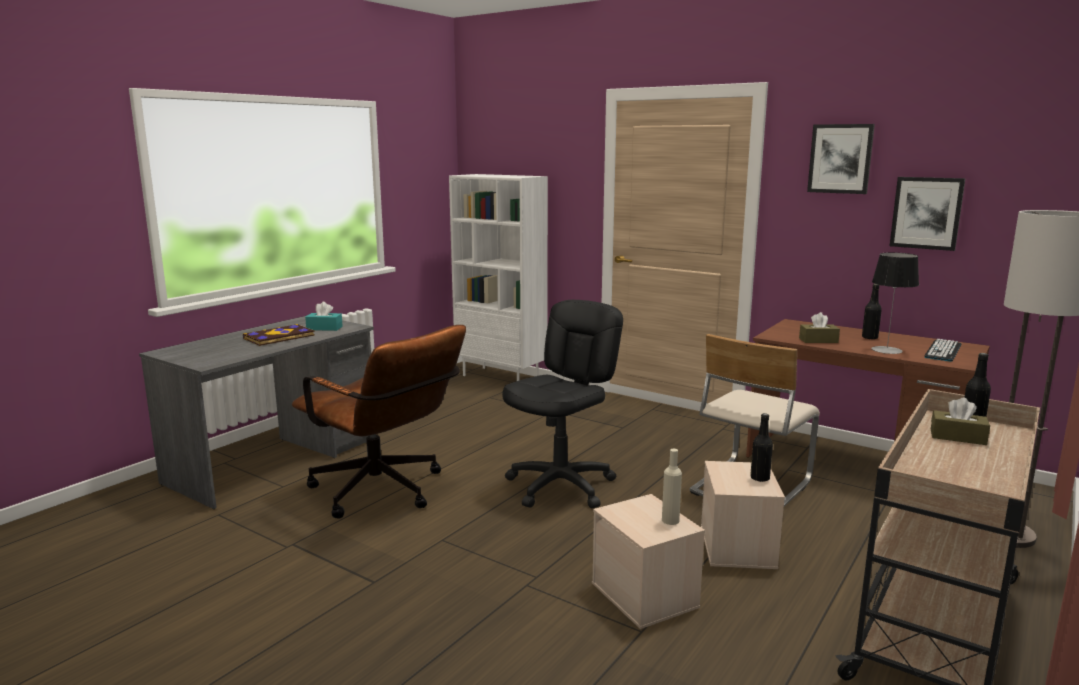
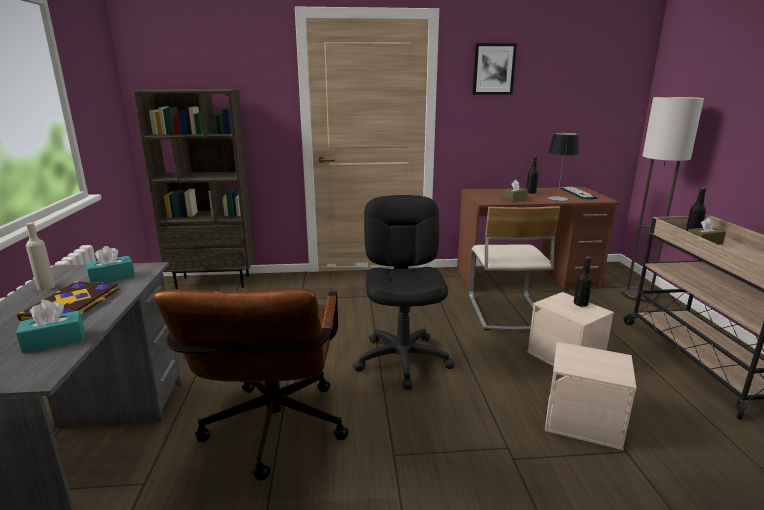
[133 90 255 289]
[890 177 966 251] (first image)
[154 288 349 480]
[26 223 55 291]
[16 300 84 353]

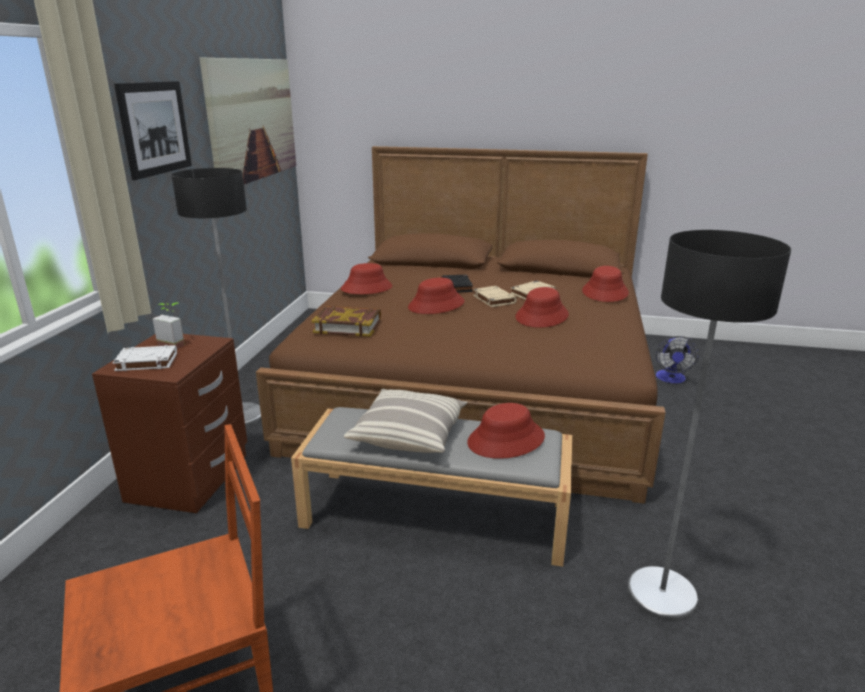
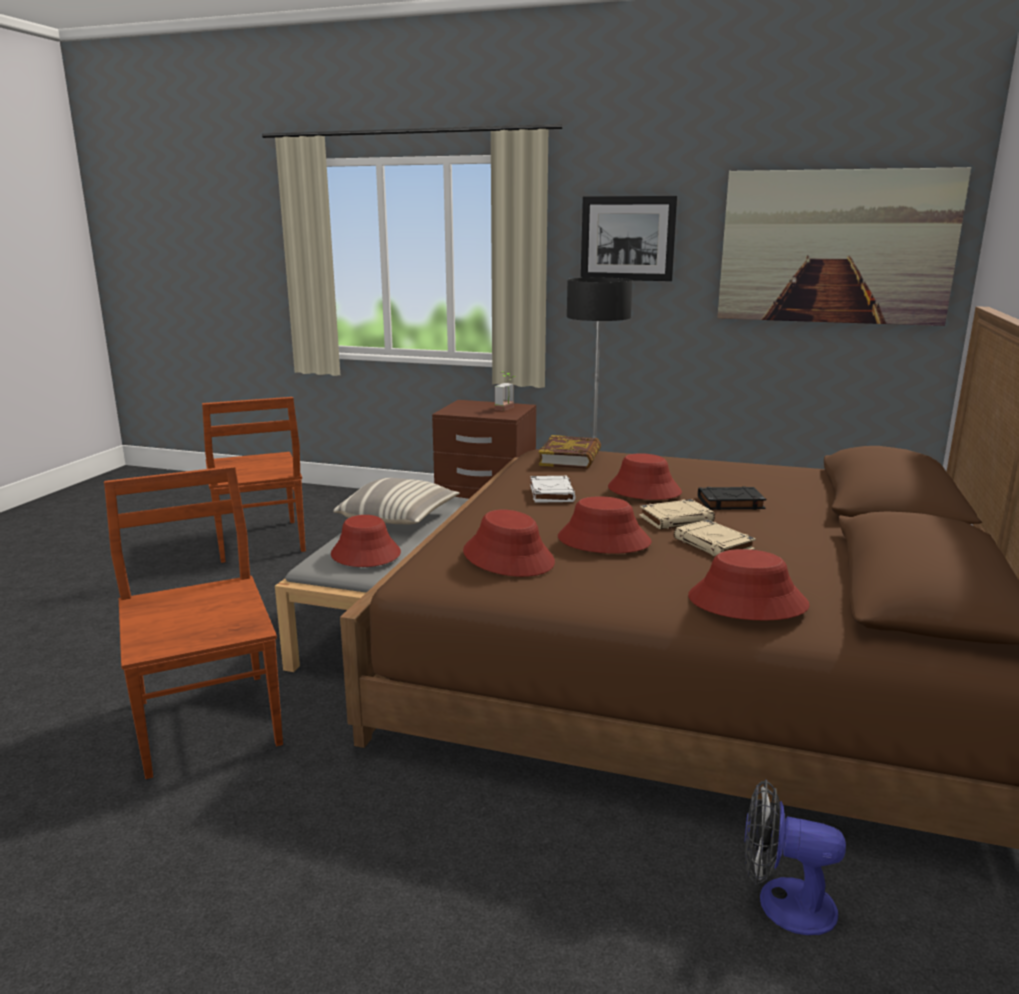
[104 466 283 779]
[463 510 555 577]
[530 476 576 503]

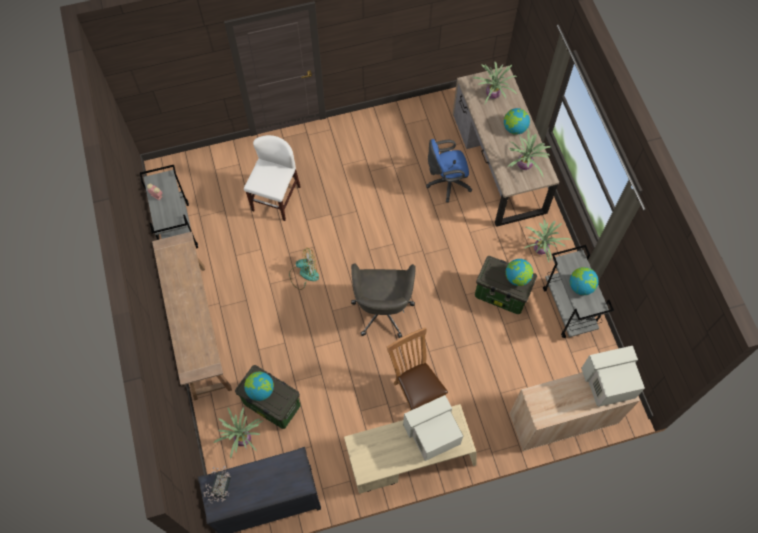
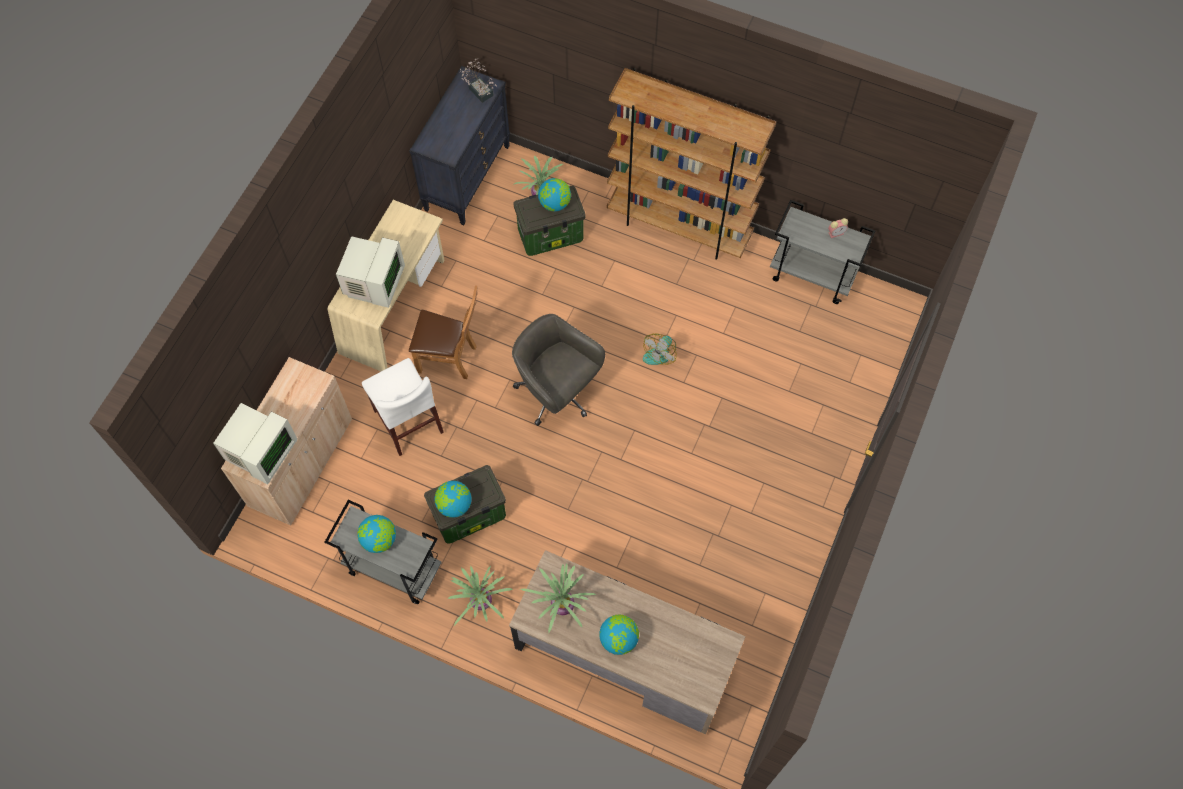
[472 62 517 104] (first image)
[362 358 444 456]
[426 139 472 202] (first image)
[607 68 777 260]

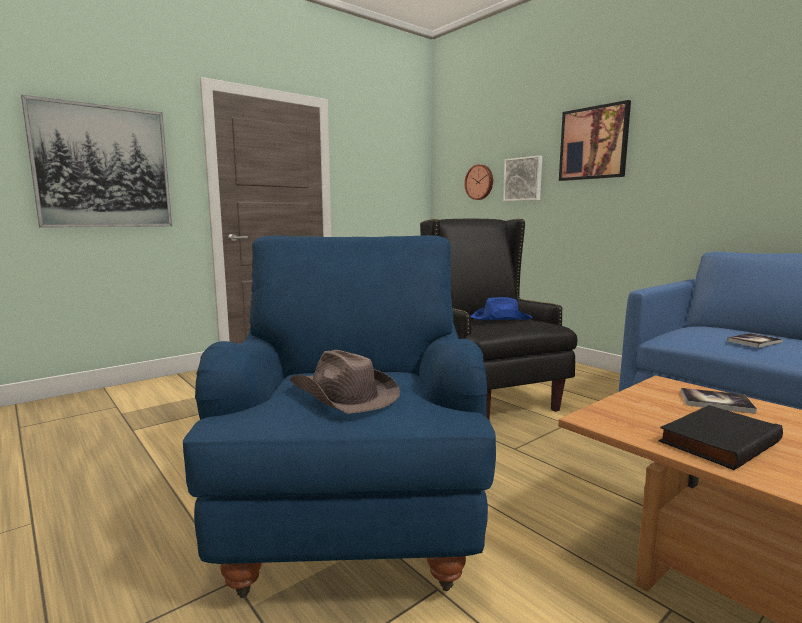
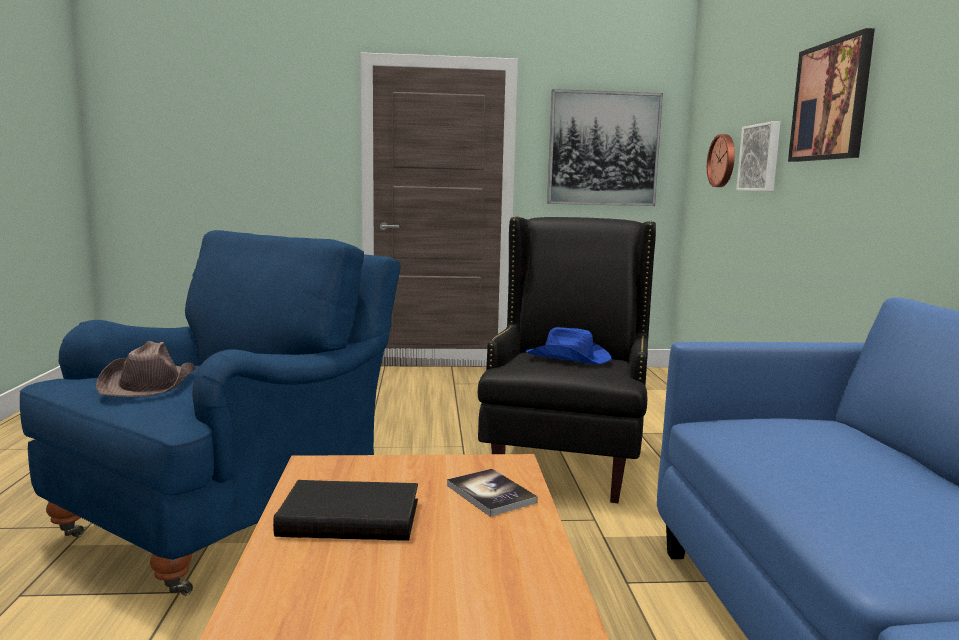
[547 89 663 206]
[727 333 783 348] (first image)

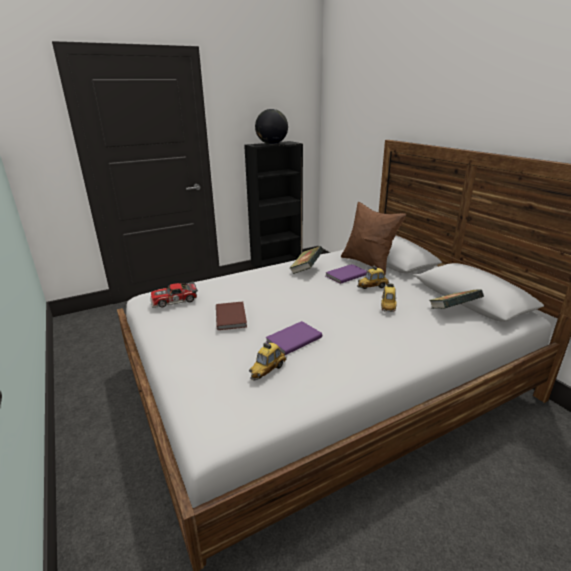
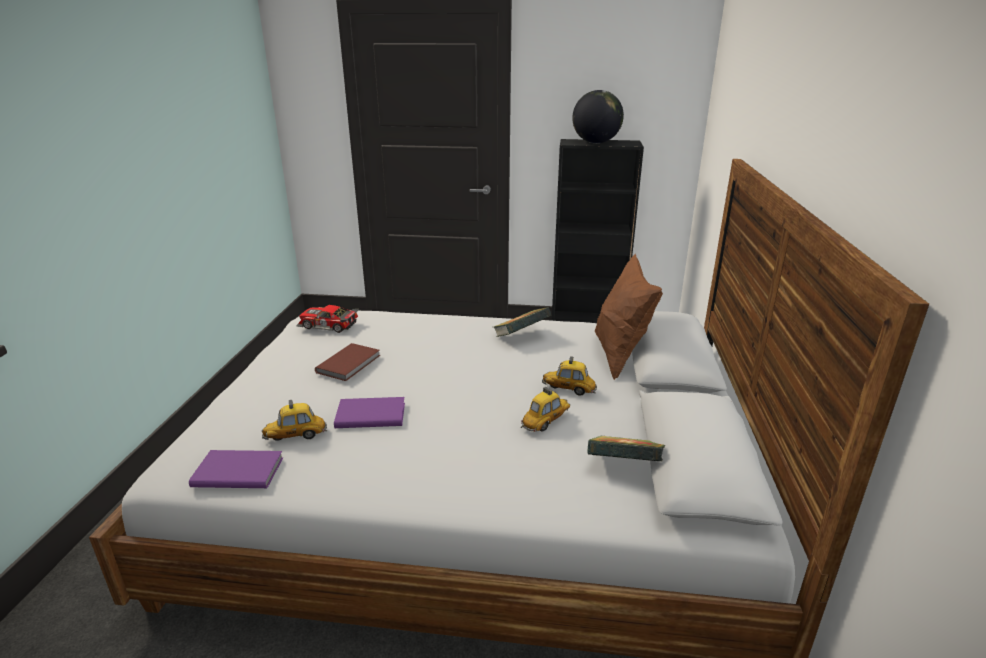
[189 450 283 488]

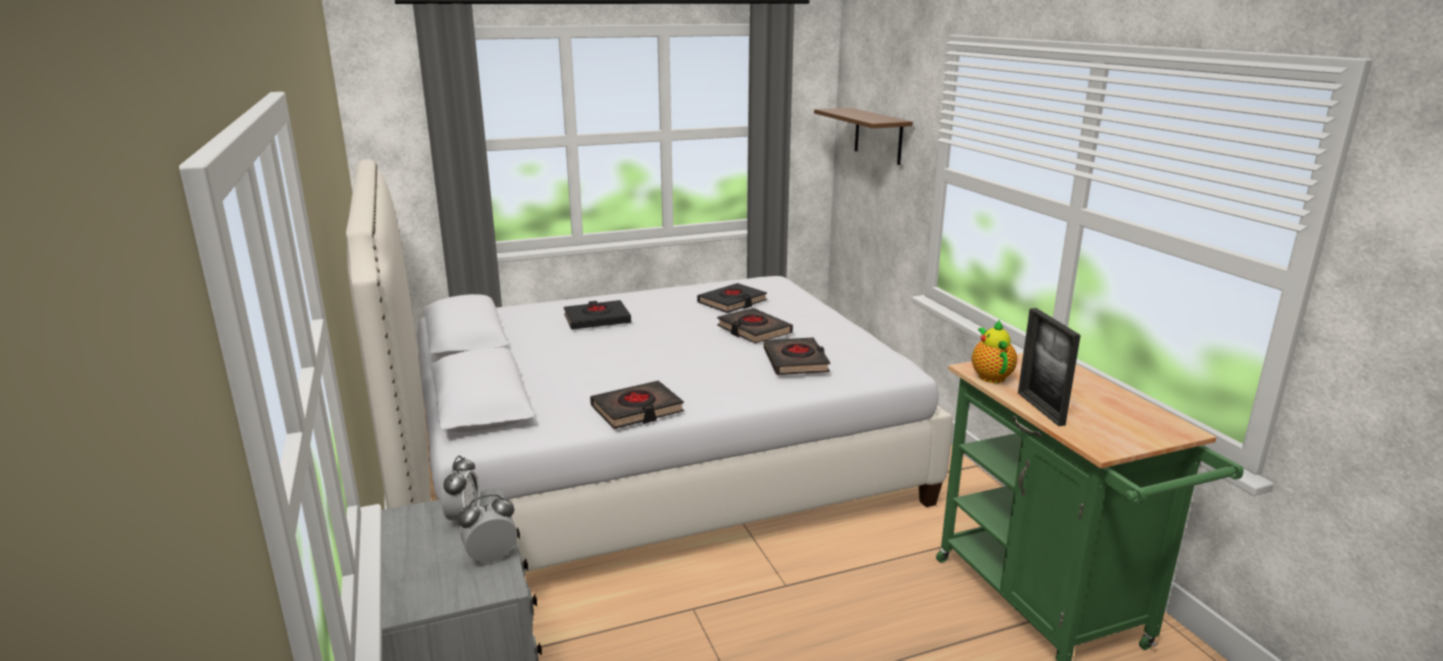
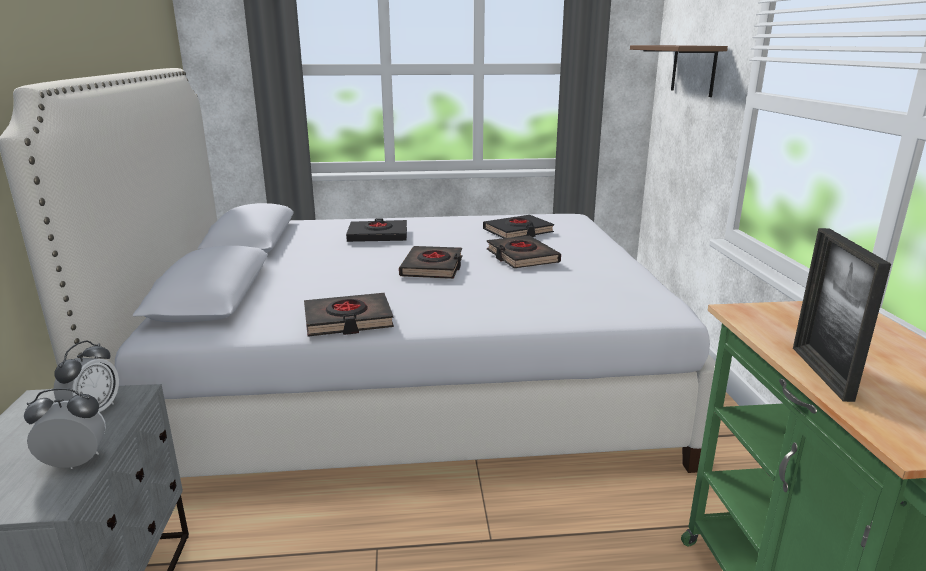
[972 320 1017 383] (first image)
[399 246 463 279]

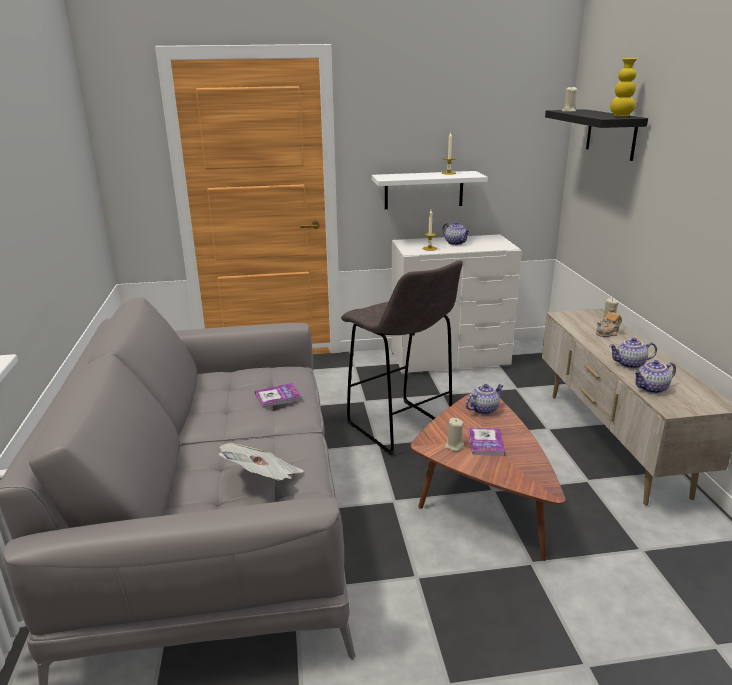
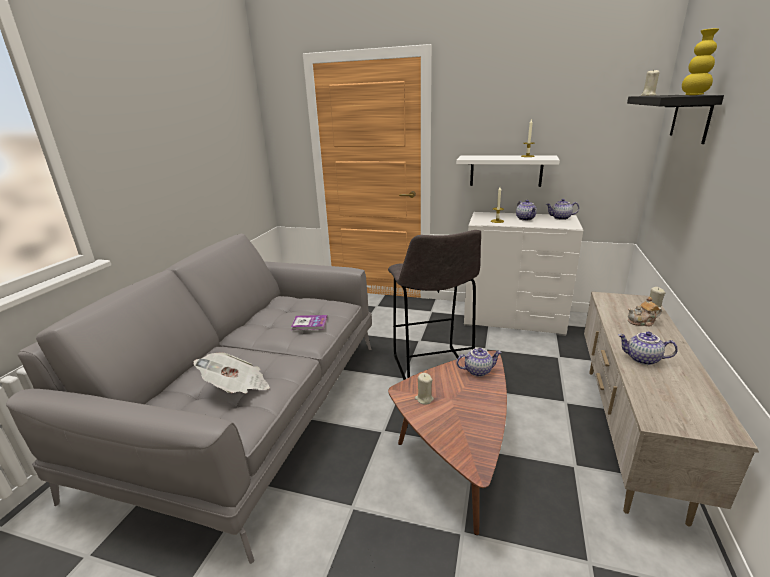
[546 199 579 220]
[468 428 505 456] (first image)

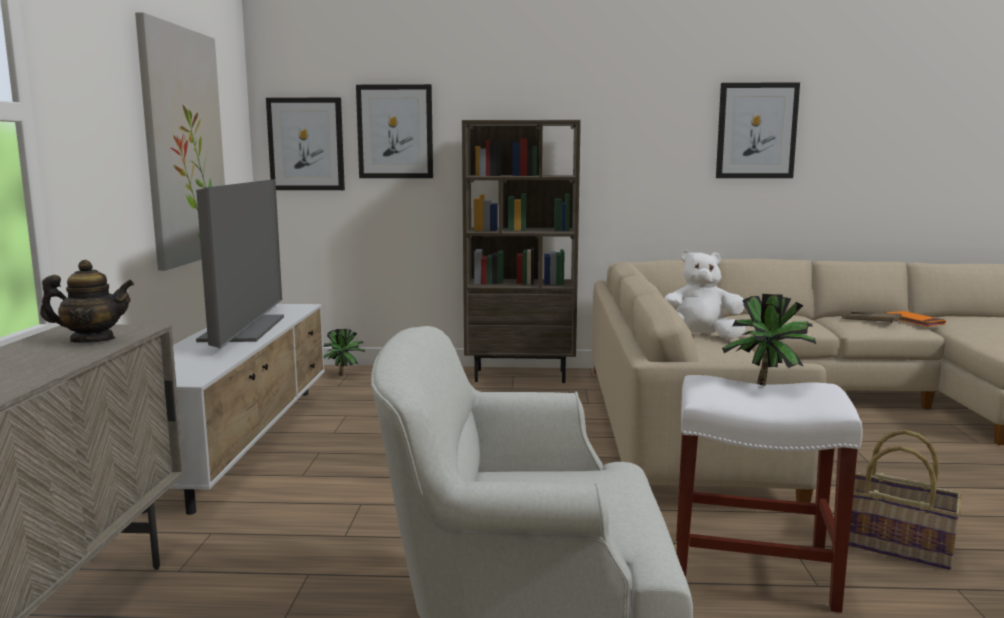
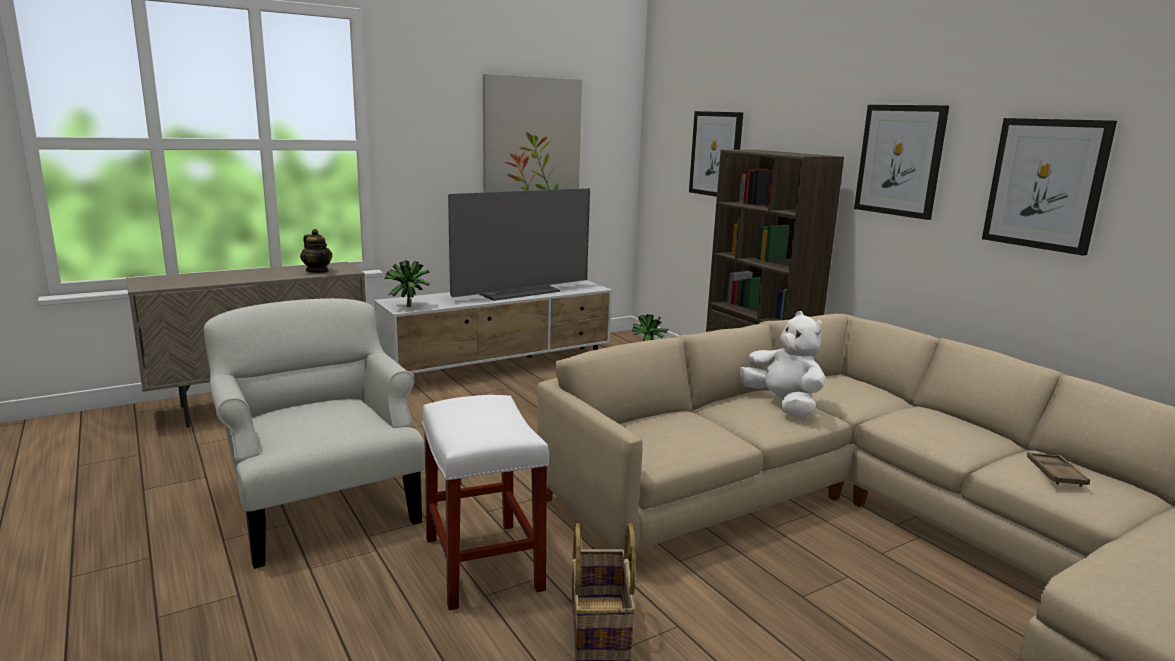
[854 105 949 220]
[384 260 431 307]
[886 311 946 327] (first image)

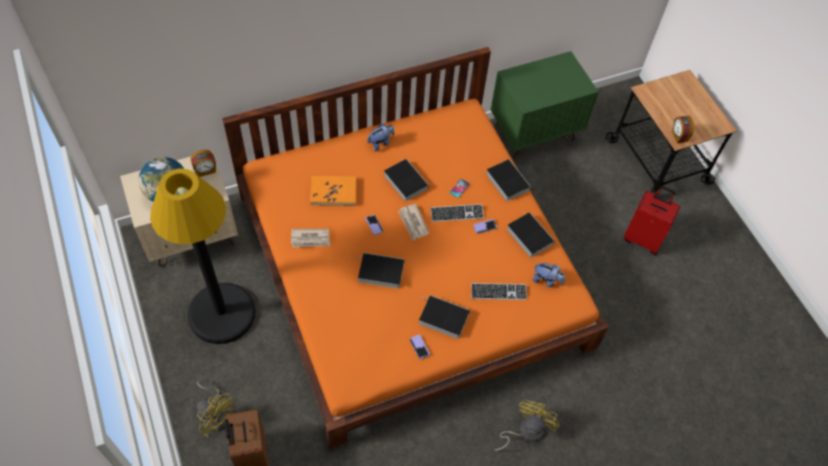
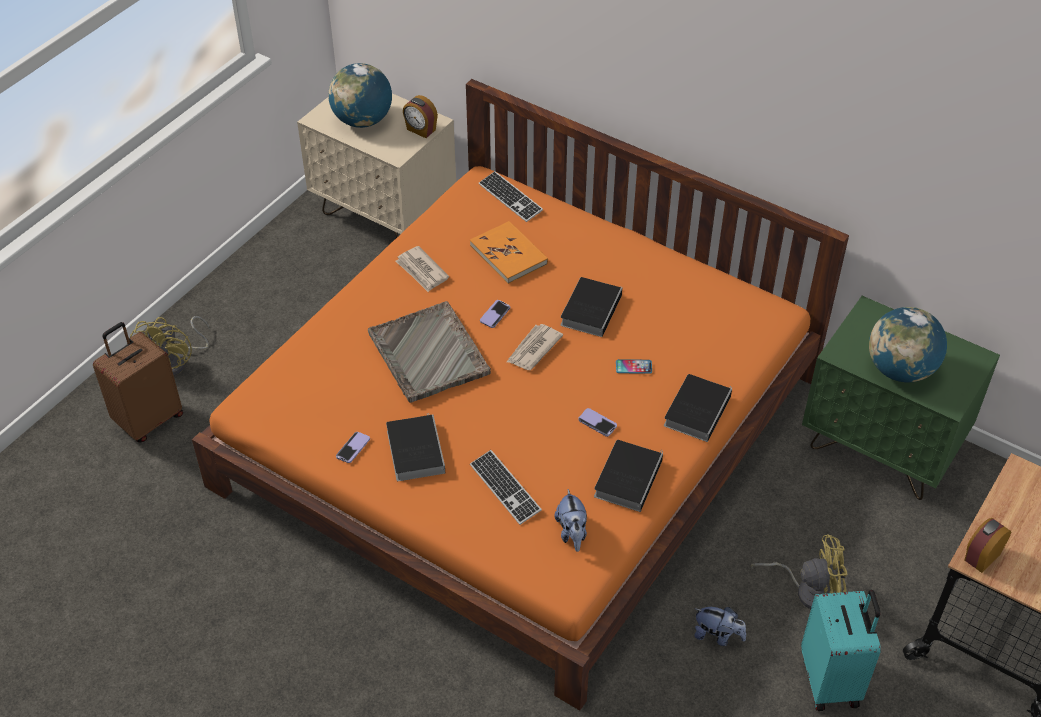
[694 607 746 646]
[150 169 255 344] (first image)
[801 590 881 711]
[479 171 543 222]
[368 301 491 403]
[751 534 848 609]
[869 307 947 383]

